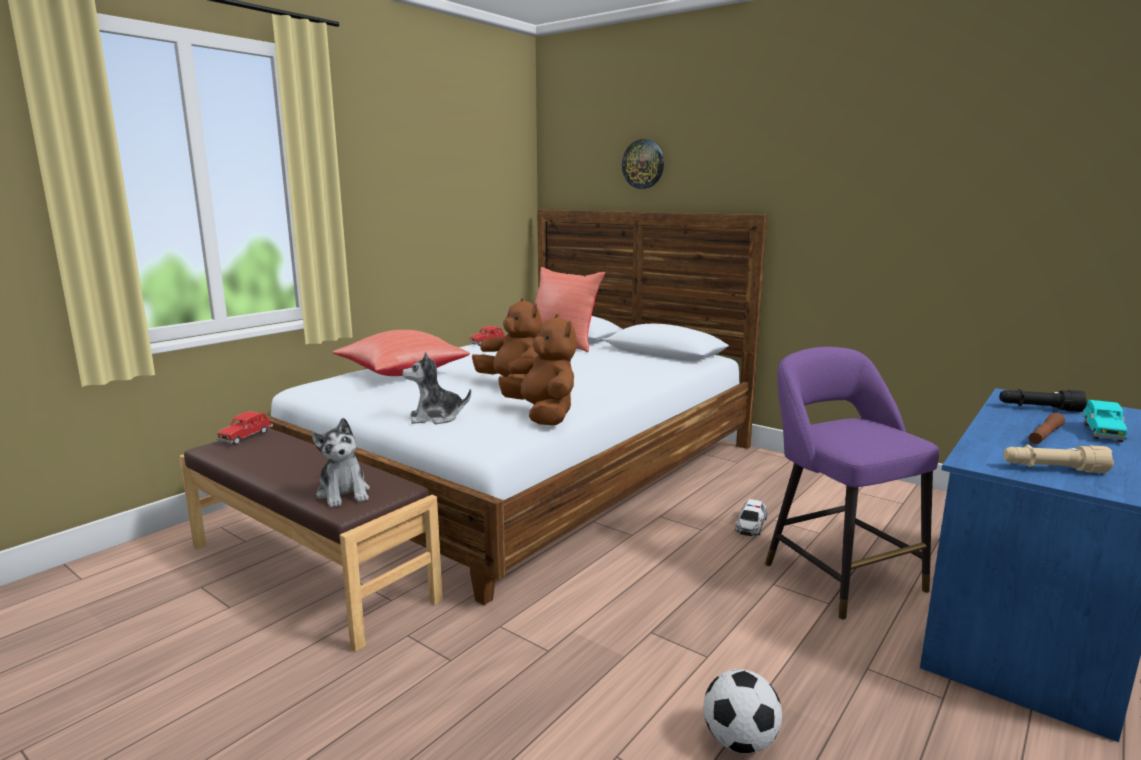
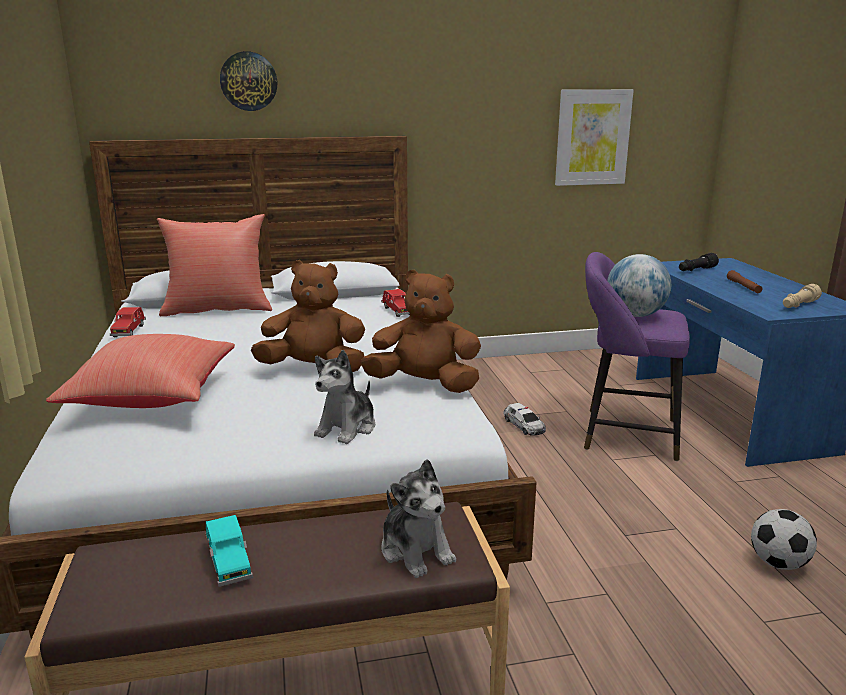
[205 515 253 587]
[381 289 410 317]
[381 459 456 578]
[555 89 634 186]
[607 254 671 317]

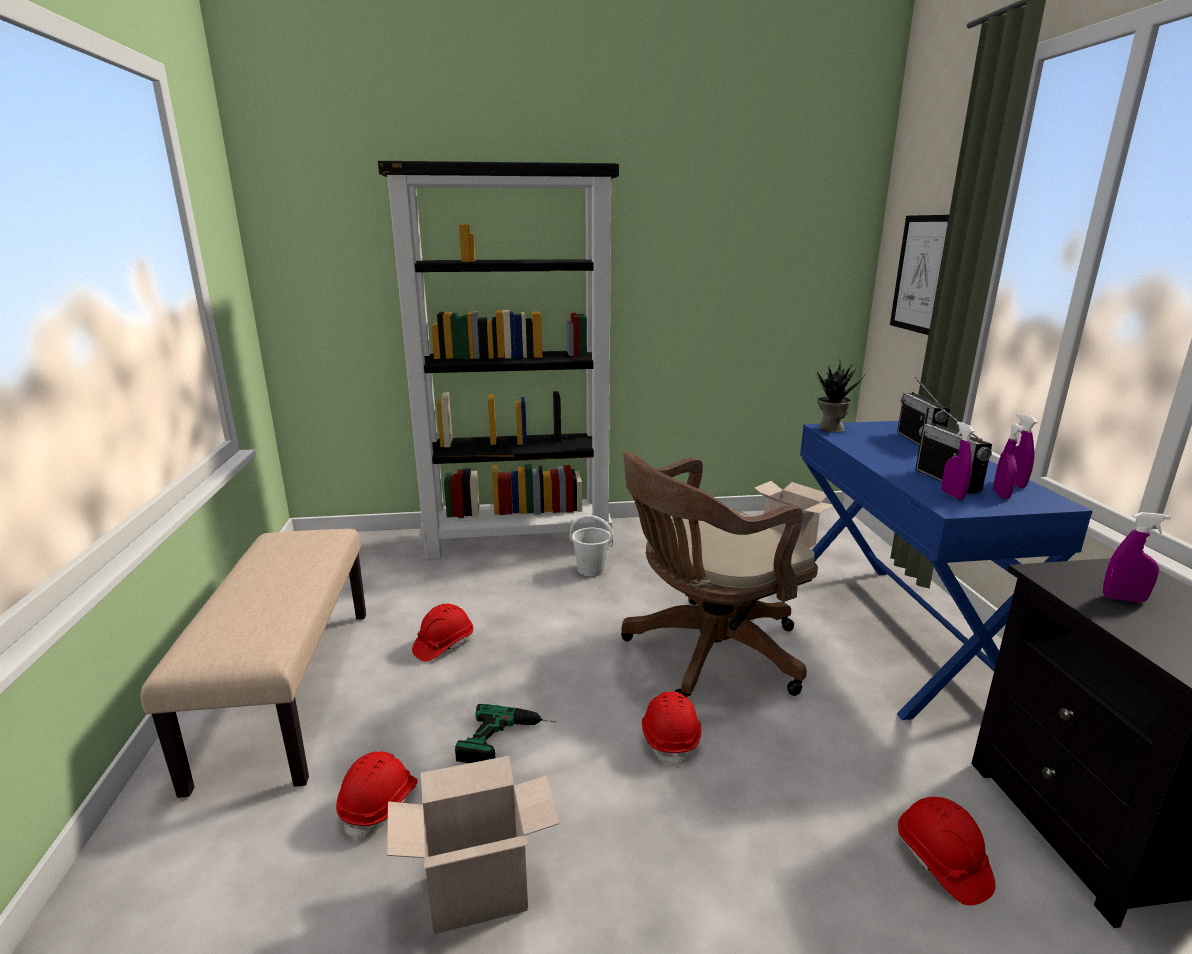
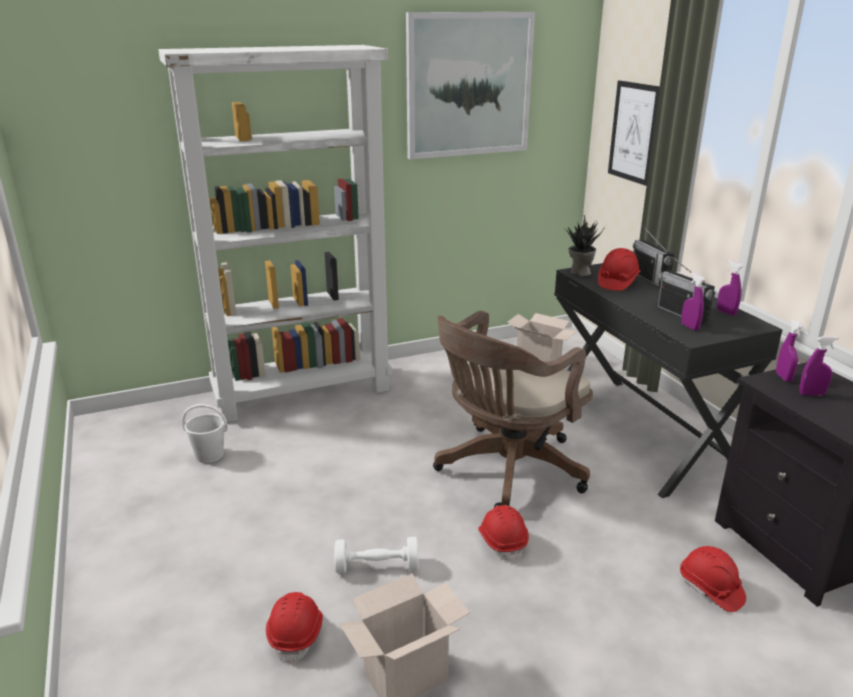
[158 45 392 422]
[555 263 782 498]
[776 320 804 382]
[182 404 228 463]
[141 529 366 798] (first image)
[598 248 641 291]
[334 537 418 573]
[406 12 535 159]

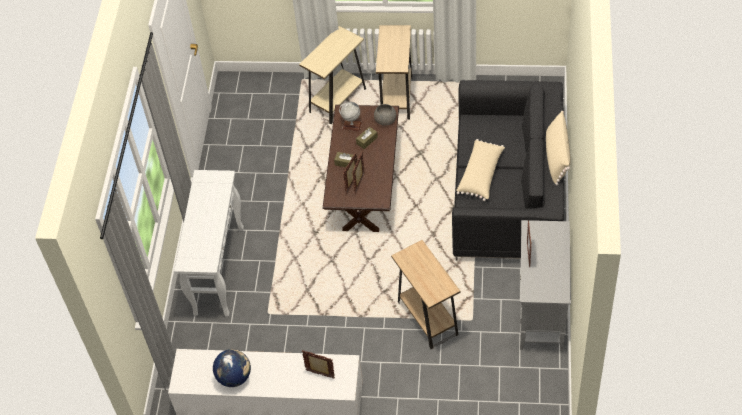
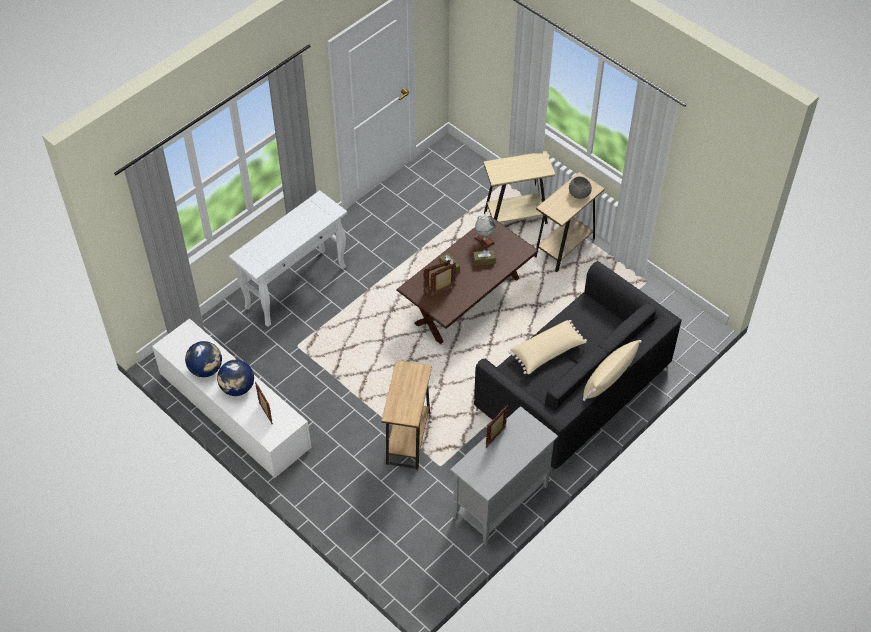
[569 176 592 199]
[217 360 254 396]

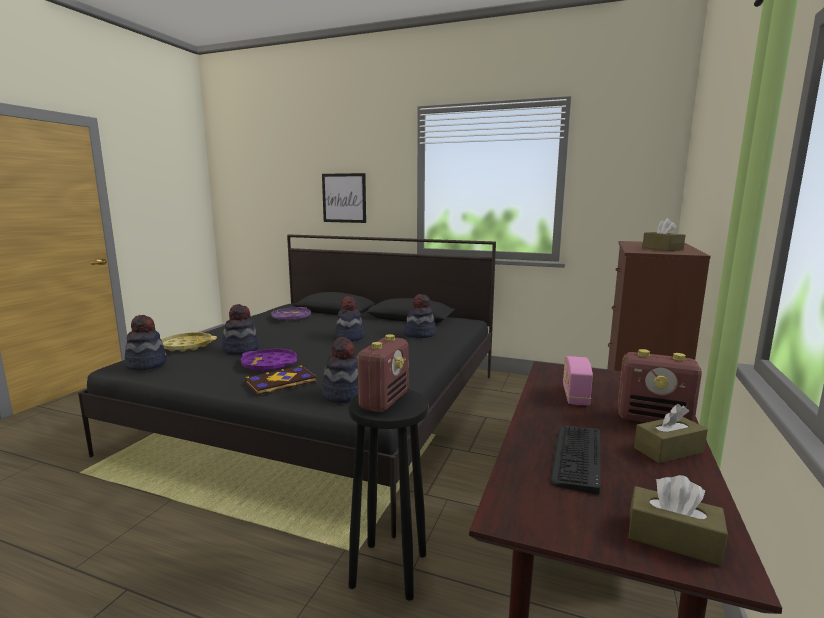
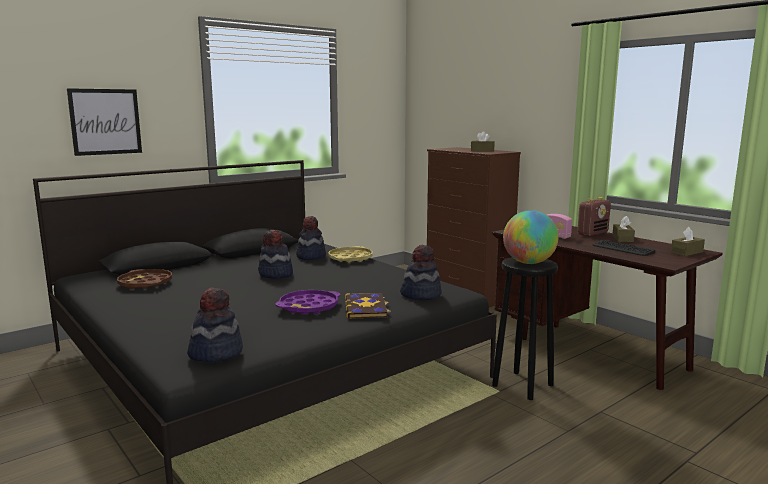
[222 304 259 355] (first image)
[117 269 172 289]
[328 246 373 263]
[503 210 558 264]

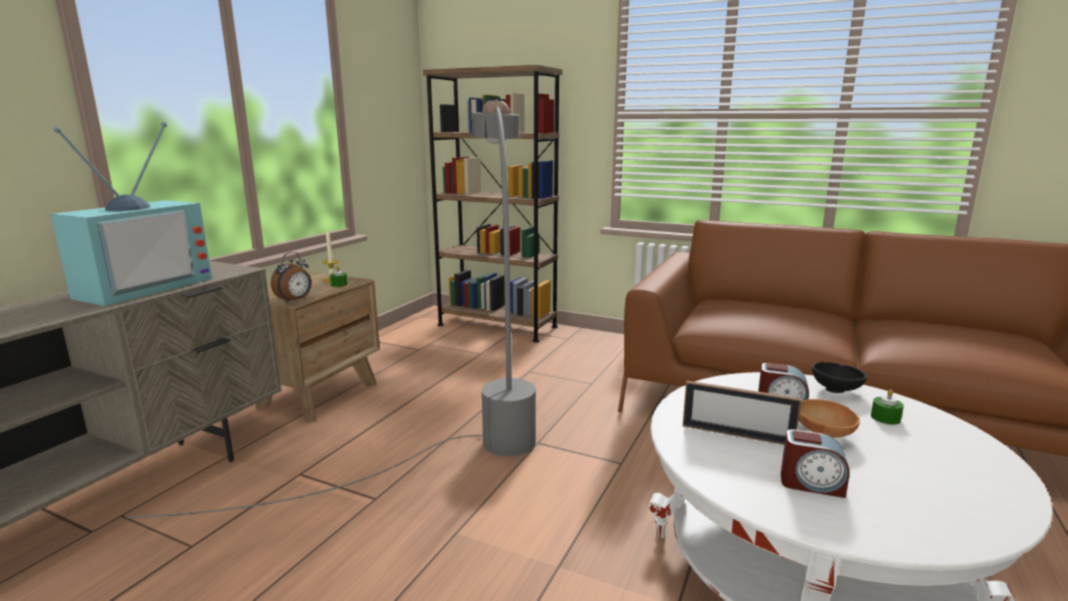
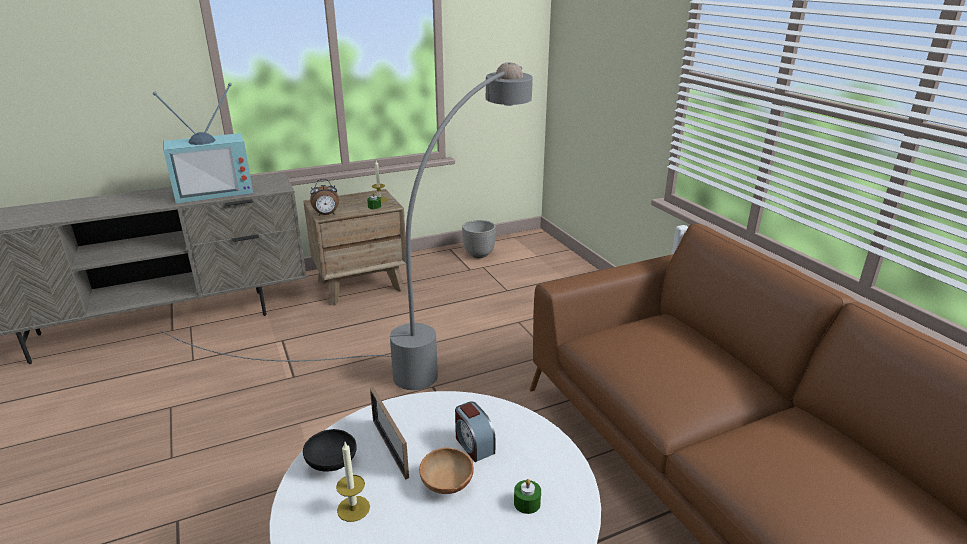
[423 65 562 342] (first image)
[303 429 357 472]
[336 442 370 522]
[462 220 496 258]

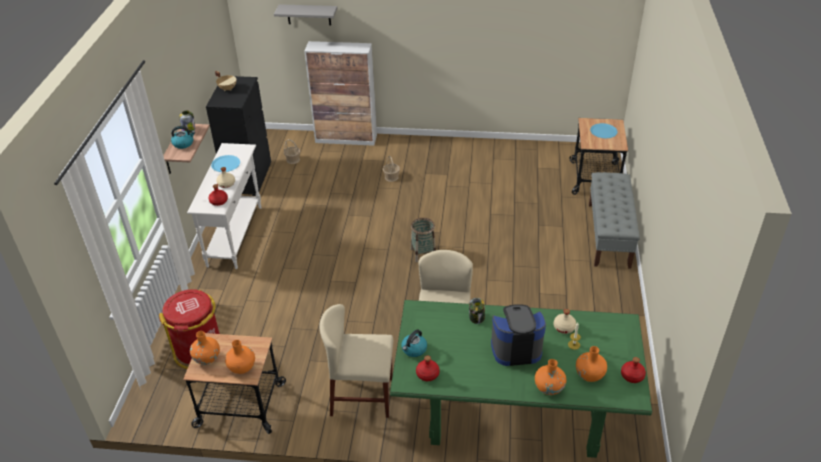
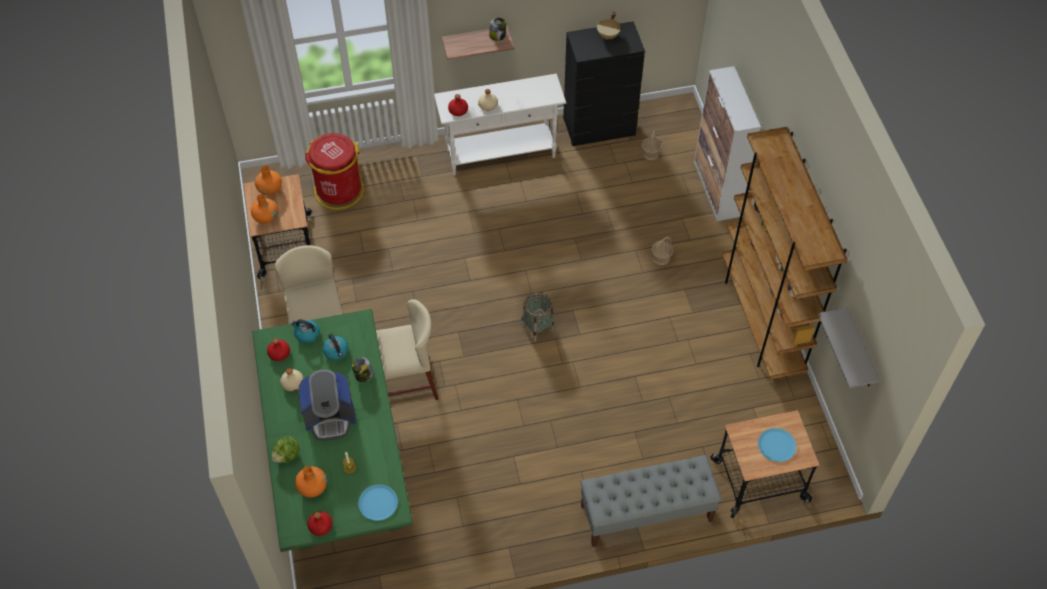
[818 307 881 388]
[323 334 348 360]
[358 484 398 521]
[299 369 356 441]
[280 368 304 391]
[271 436 299 463]
[722 127 847 380]

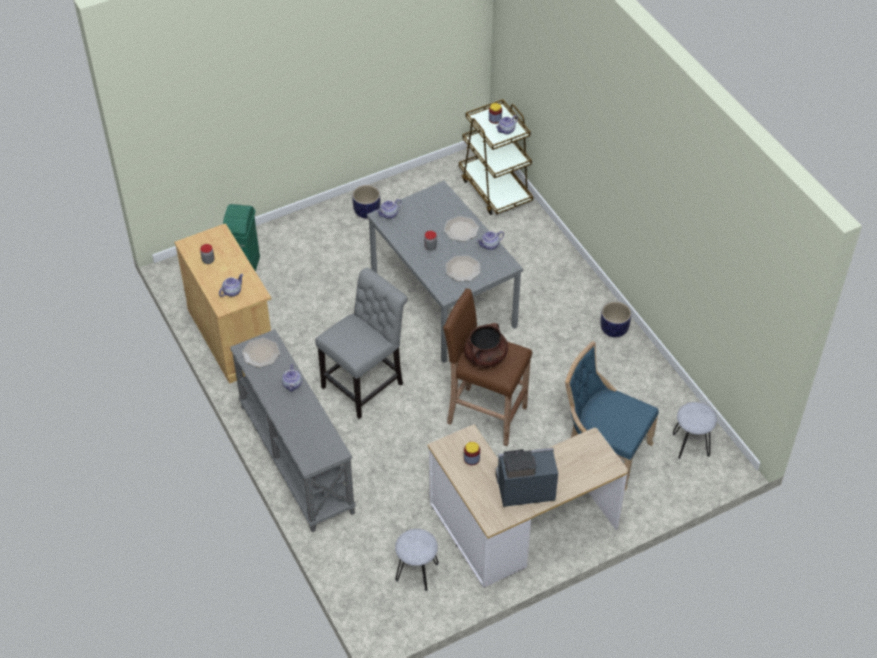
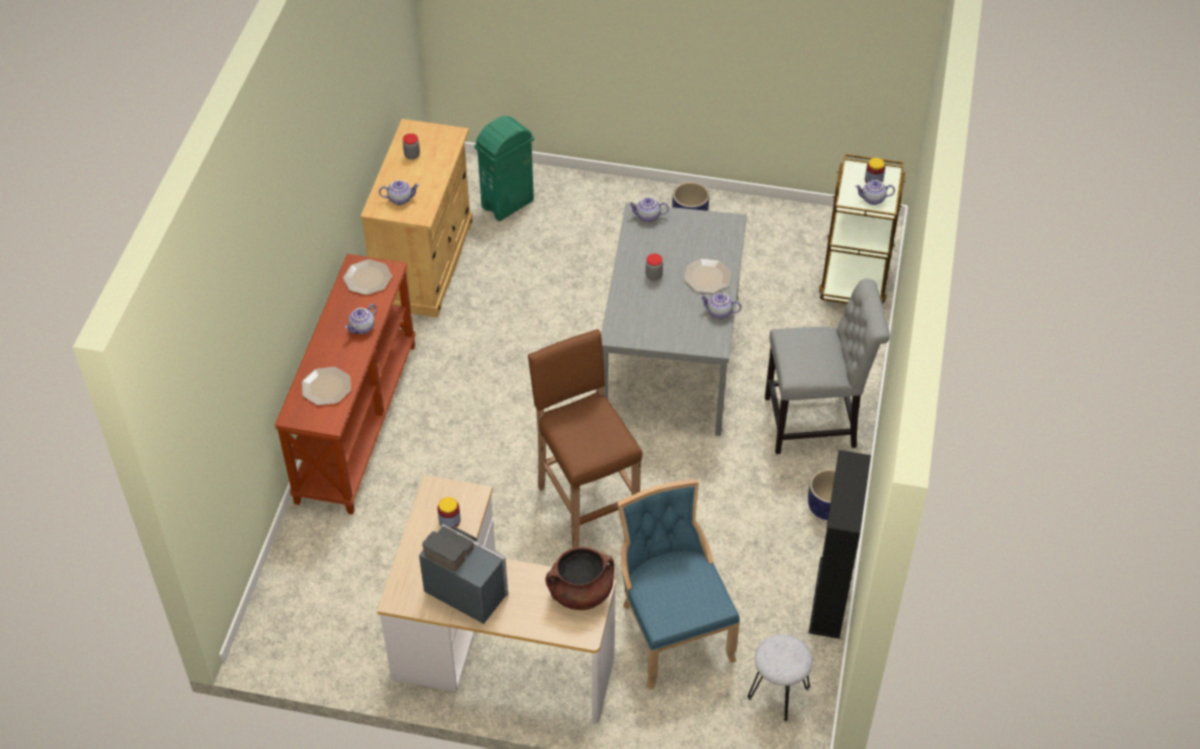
[302 367 351 405]
[765 279 890 454]
[545 547 614 610]
[275 254 416 514]
[395 529 438 591] (first image)
[809 450 871 639]

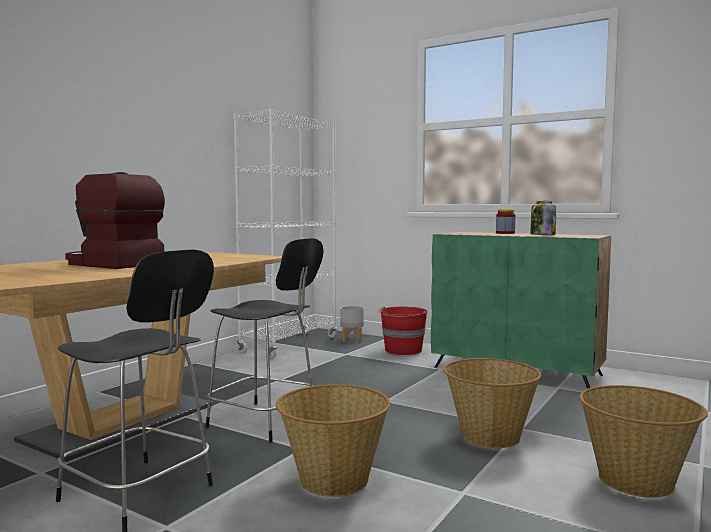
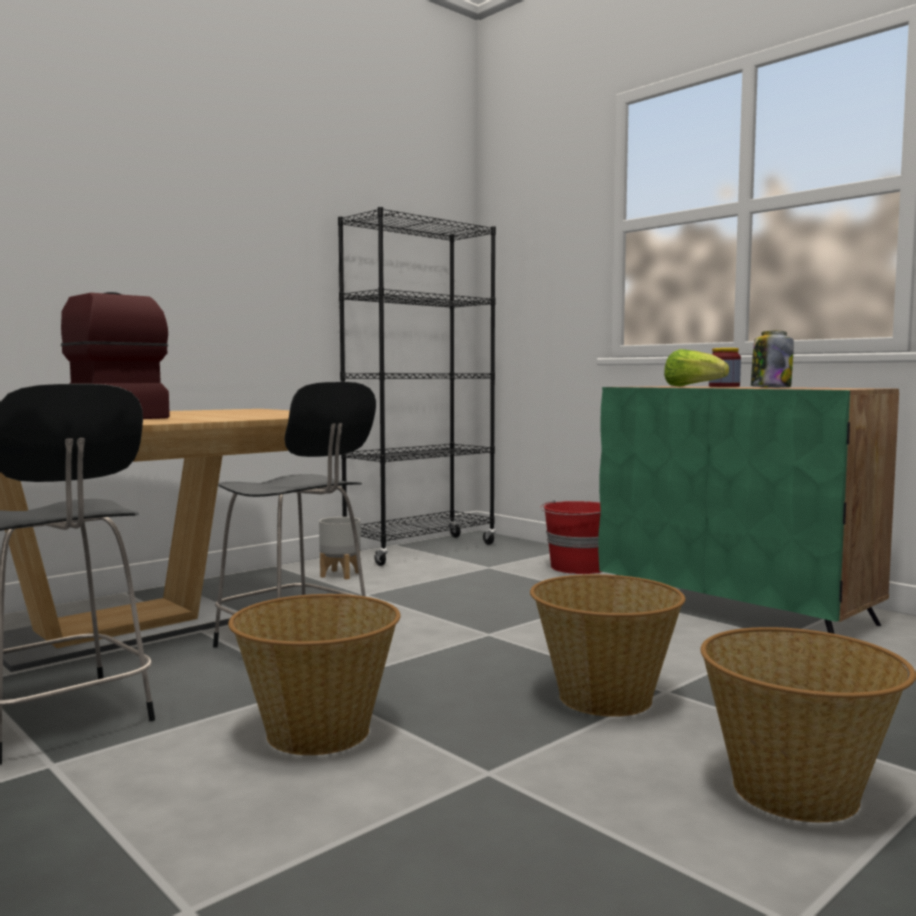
[338 207 496 566]
[319 517 360 580]
[664 349 729 387]

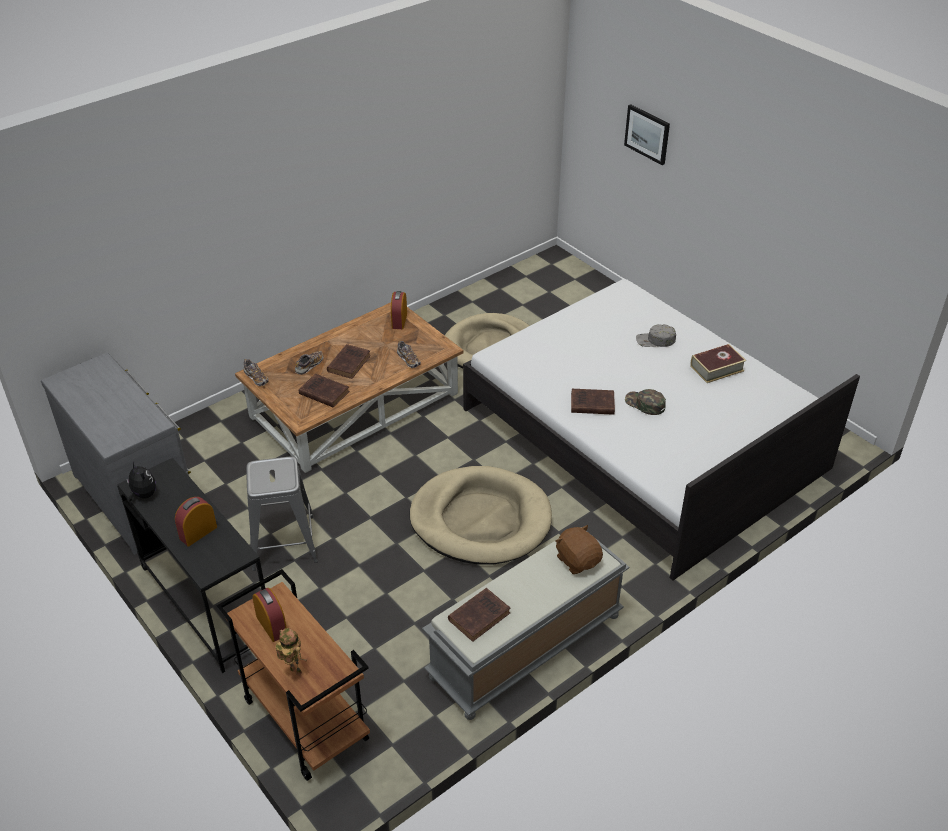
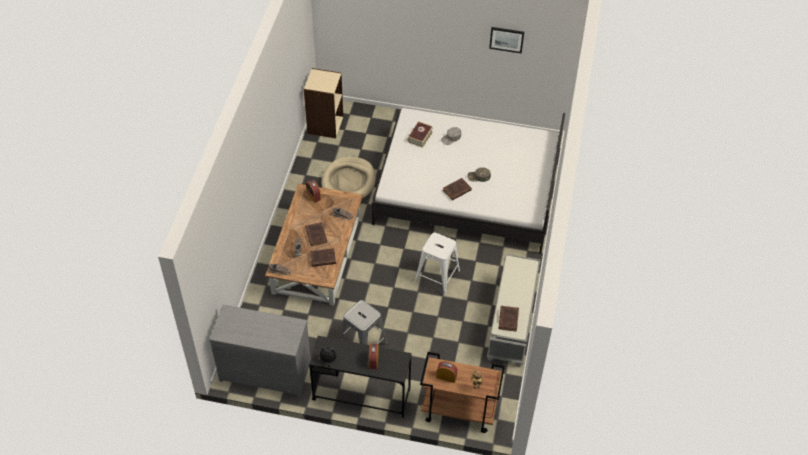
[489 27 524 53]
[408 121 433 148]
[414 233 460 296]
[555 525 603 574] (first image)
[304 68 343 138]

